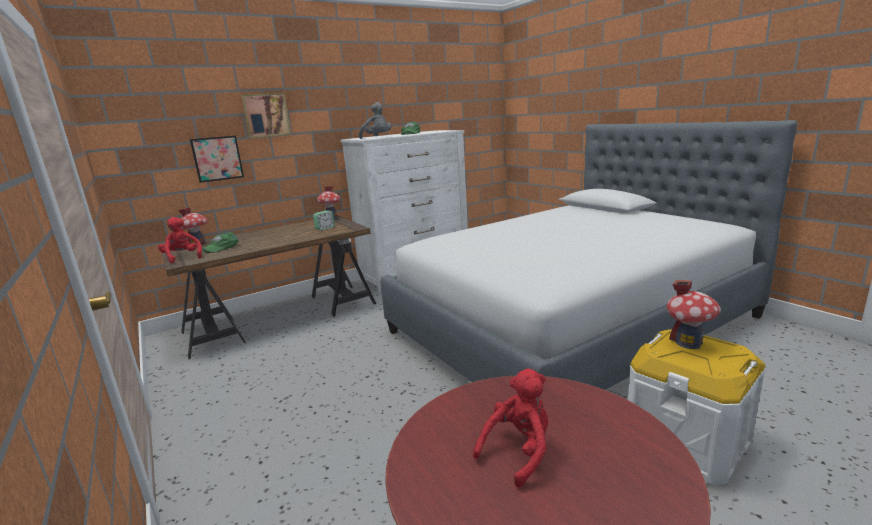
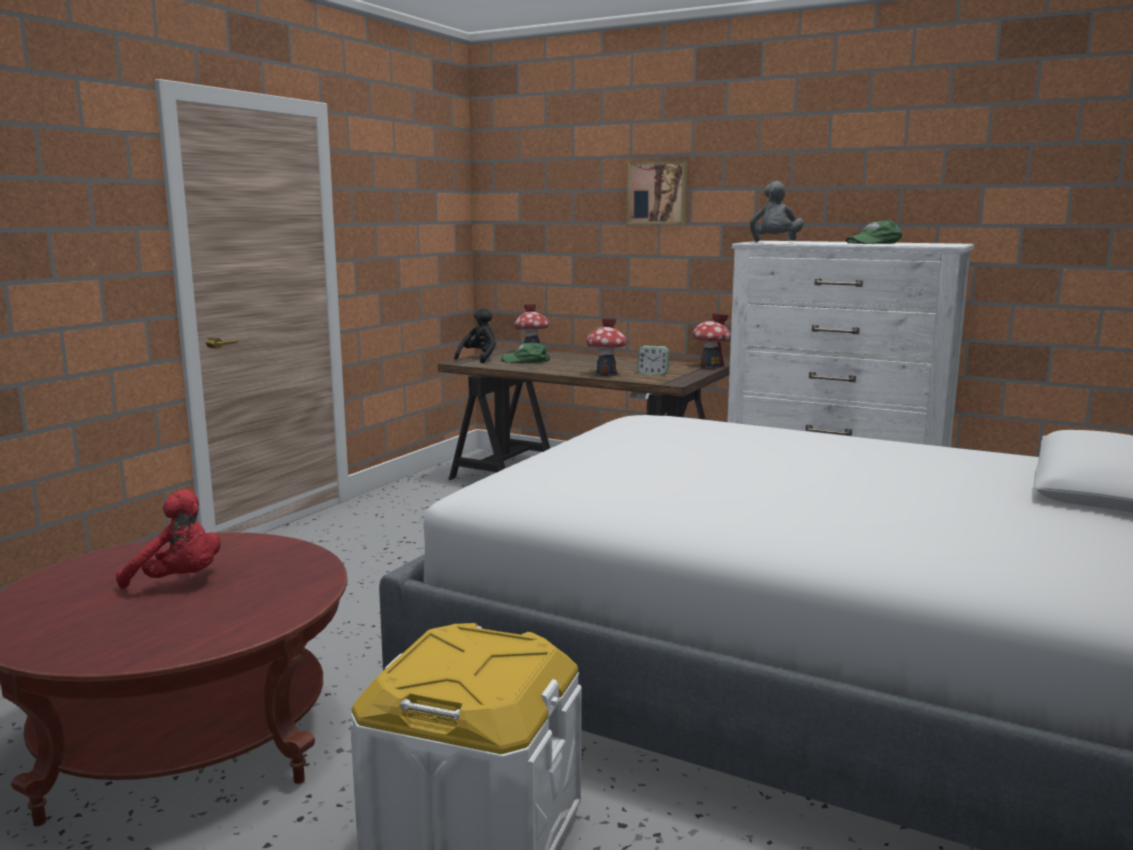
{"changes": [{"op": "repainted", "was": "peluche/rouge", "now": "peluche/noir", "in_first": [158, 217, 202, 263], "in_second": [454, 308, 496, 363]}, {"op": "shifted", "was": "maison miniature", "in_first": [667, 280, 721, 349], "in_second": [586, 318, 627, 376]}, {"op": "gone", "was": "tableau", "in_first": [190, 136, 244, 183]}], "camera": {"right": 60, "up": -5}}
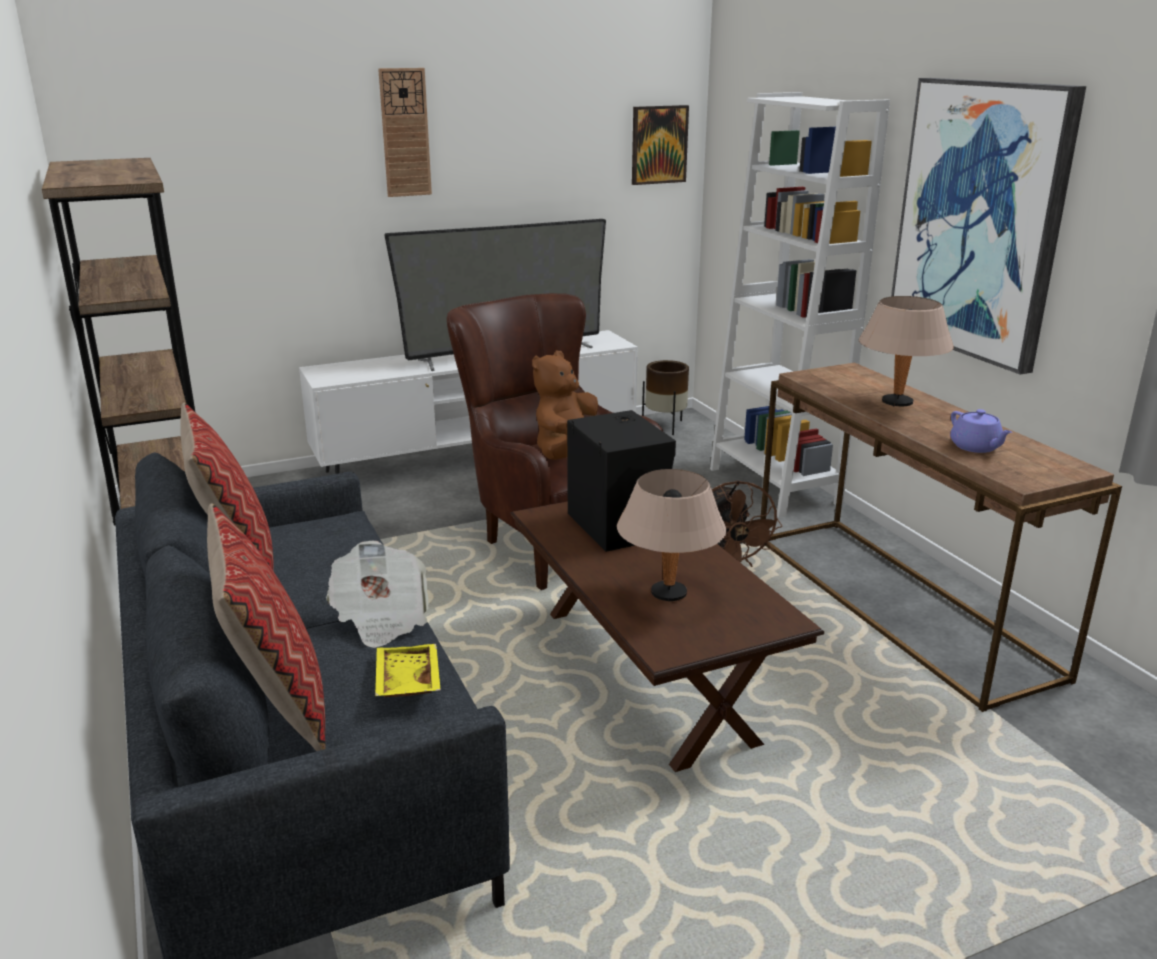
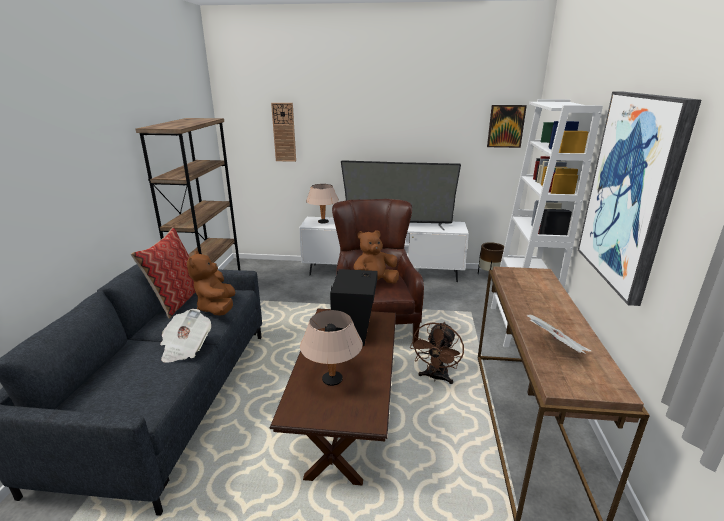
{"changes": [{"op": "new", "now": "peluche/marron", "in_second": [187, 251, 235, 315]}, {"op": "shifted", "was": "horloge murale", "in_first": [378, 68, 432, 197], "in_second": [271, 103, 296, 162]}, {"op": "shifted", "was": "lampe de table/beige", "in_first": [858, 296, 954, 407], "in_second": [306, 184, 339, 223]}, {"op": "swapped", "was": "théière/violet", "now": "journal", "in_first": [950, 409, 1012, 453], "in_second": [526, 315, 591, 354]}, {"op": "gone", "was": "coussin", "in_first": [207, 503, 326, 751]}, {"op": "gone", "was": "plateau/jaune", "in_first": [375, 644, 441, 697]}], "camera": {"right": 30, "up": 0}}
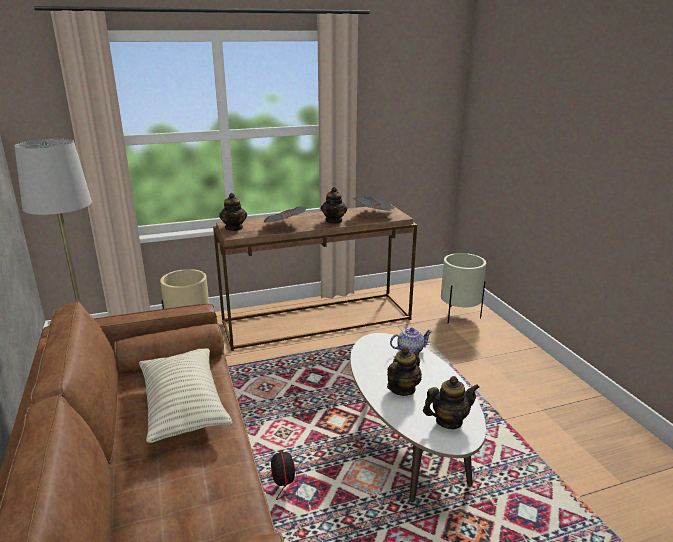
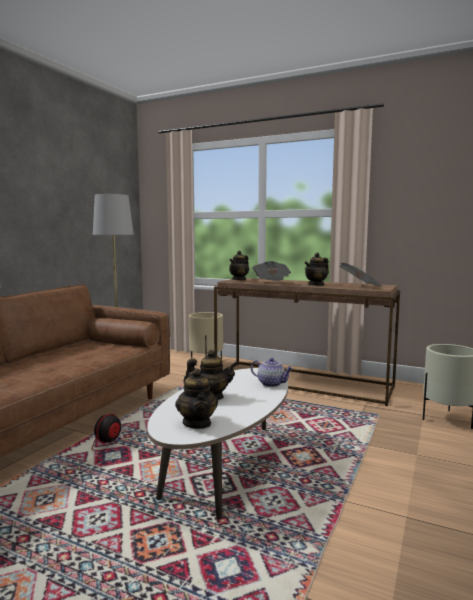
{"changes": [{"op": "rotated", "was": "théière", "in_first": [423, 376, 480, 429], "in_second": [175, 368, 218, 429], "clockwise": 45}, {"op": "gone", "was": "coussin", "in_first": [139, 348, 233, 443]}], "camera": {"right": 45, "up": -15}}
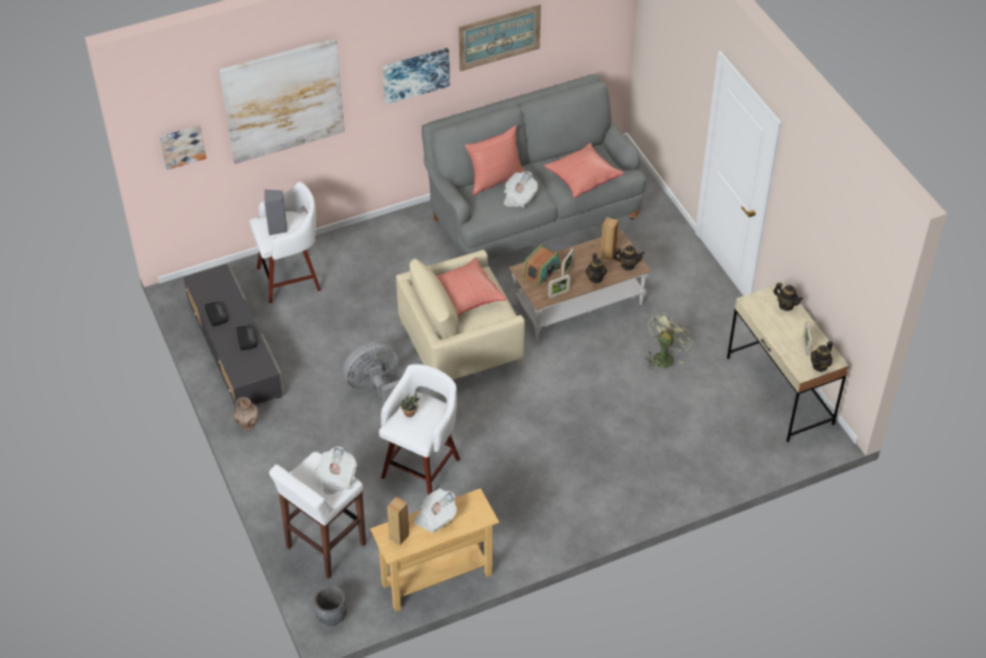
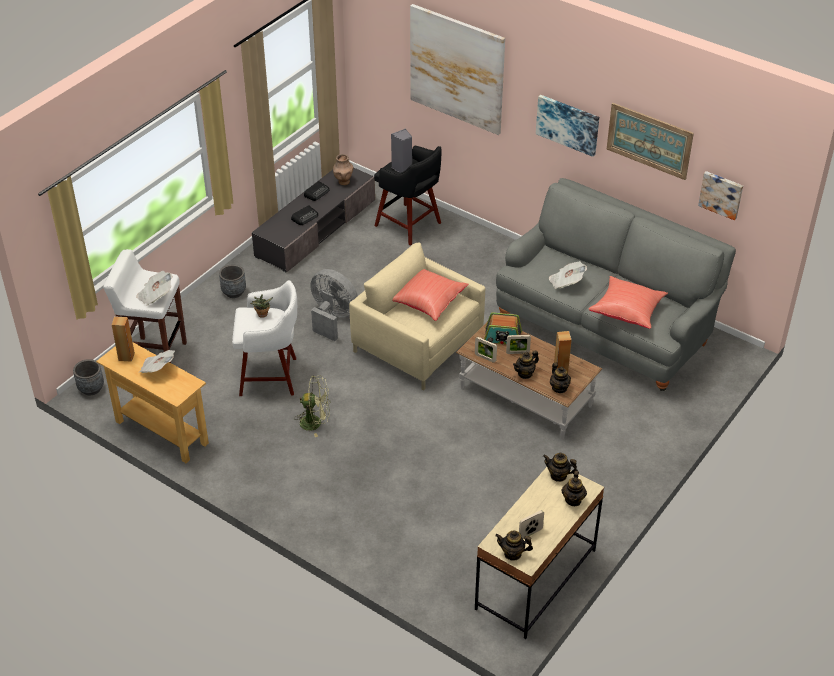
{"changes": [{"op": "new", "now": "cache-pot/gris", "in_second": [219, 265, 246, 298]}, {"op": "shifted", "was": "ventilateur/vert", "in_first": [645, 312, 693, 369], "in_second": [294, 375, 330, 437]}, {"op": "shifted", "was": "vase/marron", "in_first": [233, 397, 258, 430], "in_second": [333, 154, 354, 185]}, {"op": "repainted", "was": "tabouret/blanc", "now": "tabouret/noir", "in_first": [250, 182, 321, 303], "in_second": [374, 146, 442, 246]}, {"op": "new", "now": "théière", "in_second": [543, 452, 578, 482]}, {"op": "shifted", "was": "tableau", "in_first": [160, 125, 206, 170], "in_second": [698, 171, 743, 220]}, {"op": "gone", "was": "coussin/rouge", "in_first": [465, 125, 525, 195]}], "camera": {"right": 60, "up": -5}}
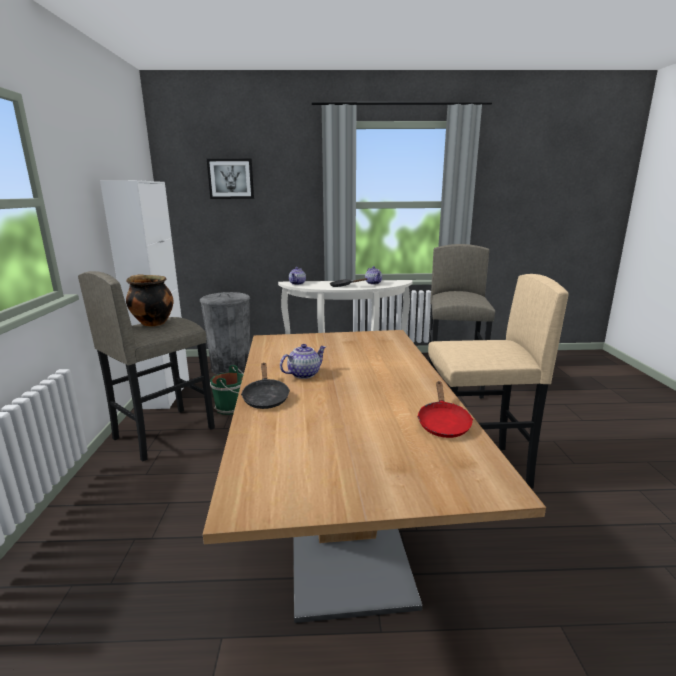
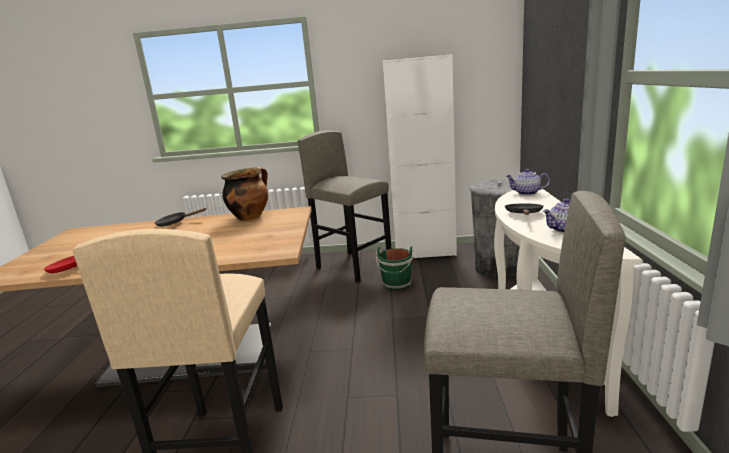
{"changes": [{"op": "shifted", "was": "marmite", "in_first": [126, 275, 174, 326], "in_second": [221, 167, 268, 221]}, {"op": "gone", "was": "tableau", "in_first": [207, 159, 254, 199]}, {"op": "gone", "was": "théière", "in_first": [280, 344, 326, 379]}], "camera": {"right": 95, "up": 0}}
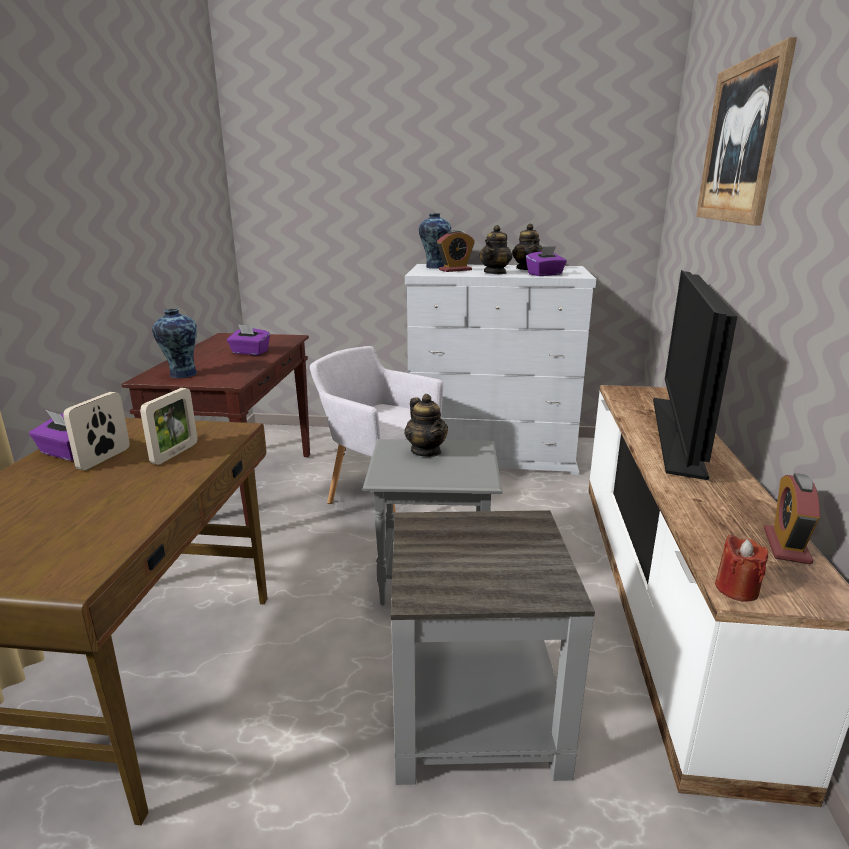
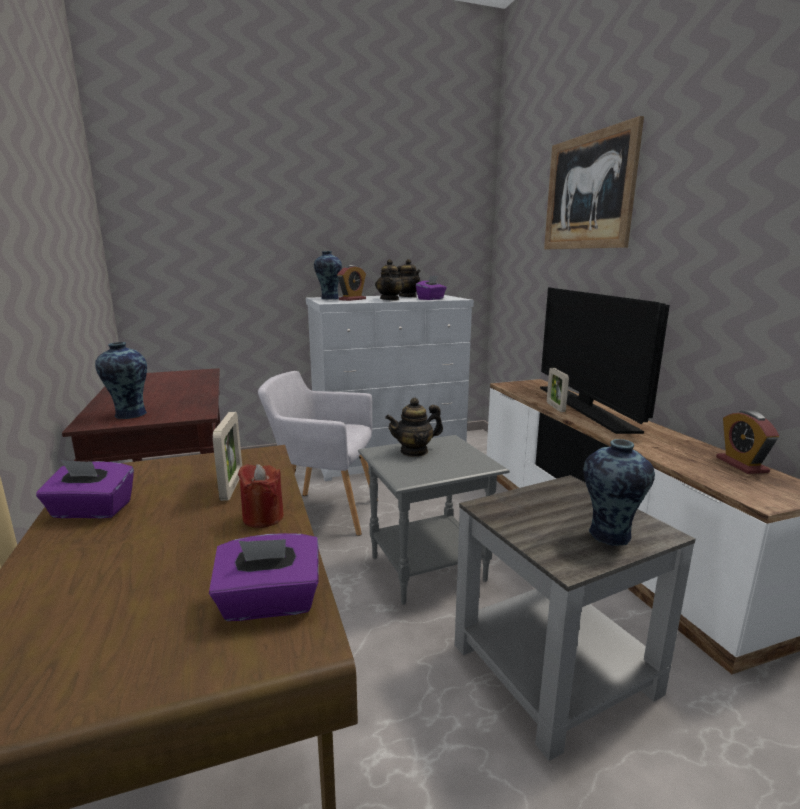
{"changes": [{"op": "shifted", "was": "boîte à mouchoirs/violet", "in_first": [227, 324, 270, 355], "in_second": [209, 533, 319, 621]}, {"op": "shifted", "was": "bougie/rouge", "in_first": [715, 534, 768, 602], "in_second": [238, 464, 284, 528]}, {"op": "rotated", "was": "théière", "in_first": [405, 394, 448, 457], "in_second": [385, 398, 443, 457], "clockwise": 120}, {"op": "shifted", "was": "cadre photo", "in_first": [63, 392, 130, 470], "in_second": [547, 368, 569, 412]}, {"op": "new", "now": "vase", "in_second": [583, 439, 655, 546]}], "camera": {"right": -25, "up": -5}}
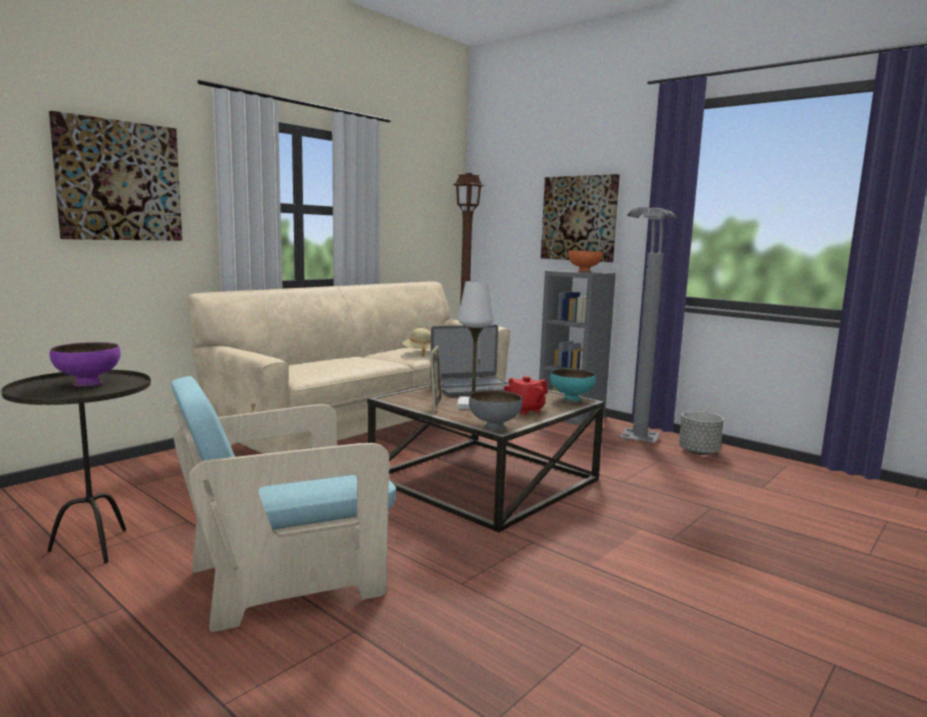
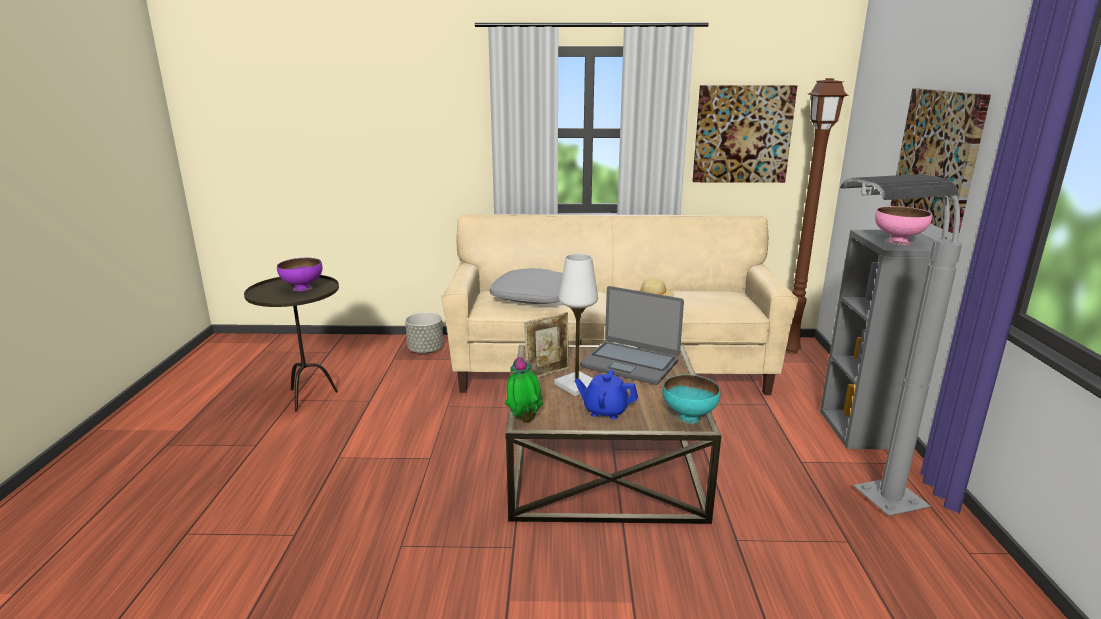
{"changes": [{"op": "shifted", "was": "cache-pot/gris", "in_first": [679, 411, 724, 455], "in_second": [405, 312, 444, 354]}, {"op": "new", "now": "coussin/gris", "in_second": [490, 268, 563, 304]}, {"op": "swapped", "was": "bol/gris", "now": "plante en pot", "in_first": [469, 390, 522, 431], "in_second": [505, 357, 543, 422]}, {"op": "repainted", "was": "théière/rouge", "now": "théière/bleu", "in_first": [504, 376, 548, 415], "in_second": [575, 370, 638, 419]}, {"op": "shifted", "was": "tableau", "in_first": [49, 111, 182, 241], "in_second": [693, 85, 797, 183]}, {"op": "repainted", "was": "bol/orange", "now": "bol/rose", "in_first": [568, 250, 603, 273], "in_second": [875, 206, 932, 245]}, {"op": "gone", "was": "fauteuil/turquoise", "in_first": [171, 376, 396, 632]}], "camera": {"right": 50, "up": 10}}
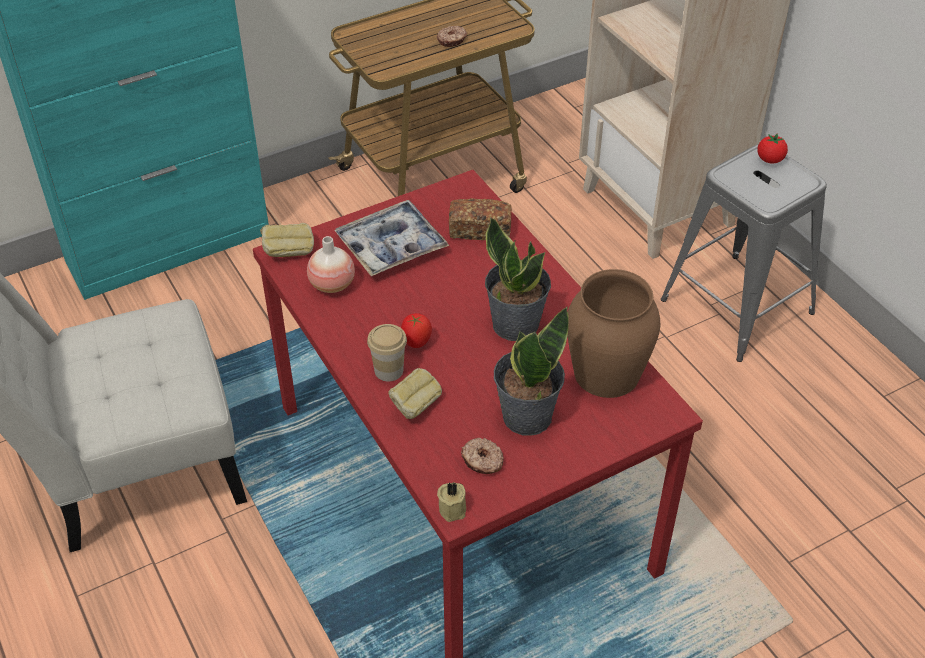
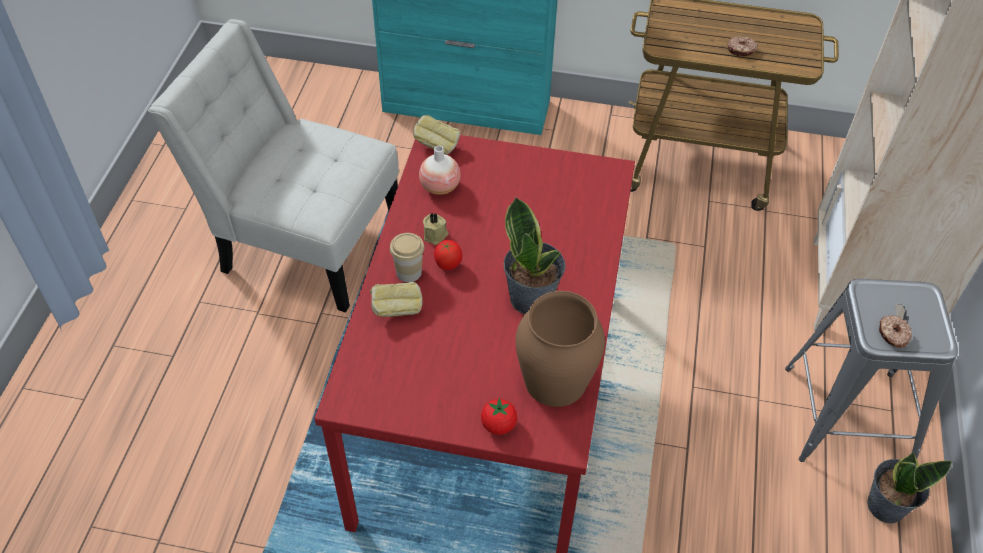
{"changes": [{"op": "shifted", "was": "bougie/beige", "in_first": [437, 482, 466, 522], "in_second": [423, 213, 448, 245]}, {"op": "shifted", "was": "tomate", "in_first": [758, 133, 788, 164], "in_second": [481, 398, 517, 435]}, {"op": "shifted", "was": "plante en pot", "in_first": [494, 307, 569, 436], "in_second": [867, 452, 953, 523]}, {"op": "shifted", "was": "beignet", "in_first": [461, 438, 504, 474], "in_second": [879, 315, 912, 348]}, {"op": "gone", "was": "plateau", "in_first": [334, 200, 449, 276]}, {"op": "gone", "was": "pain", "in_first": [449, 198, 512, 240]}], "camera": {"right": 40, "up": 5}}
